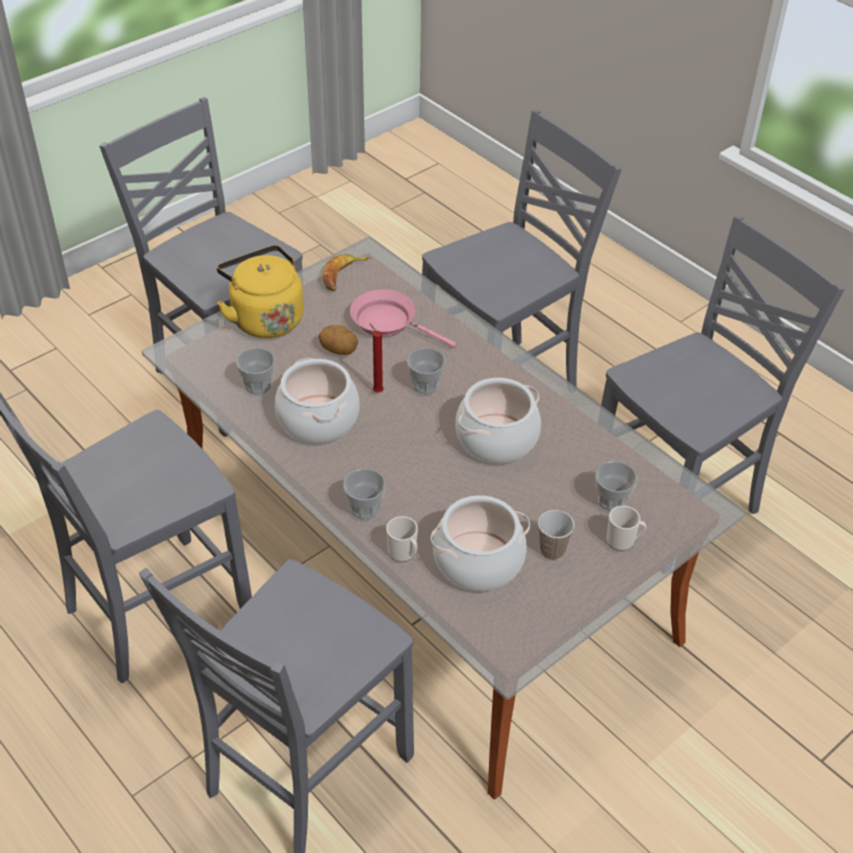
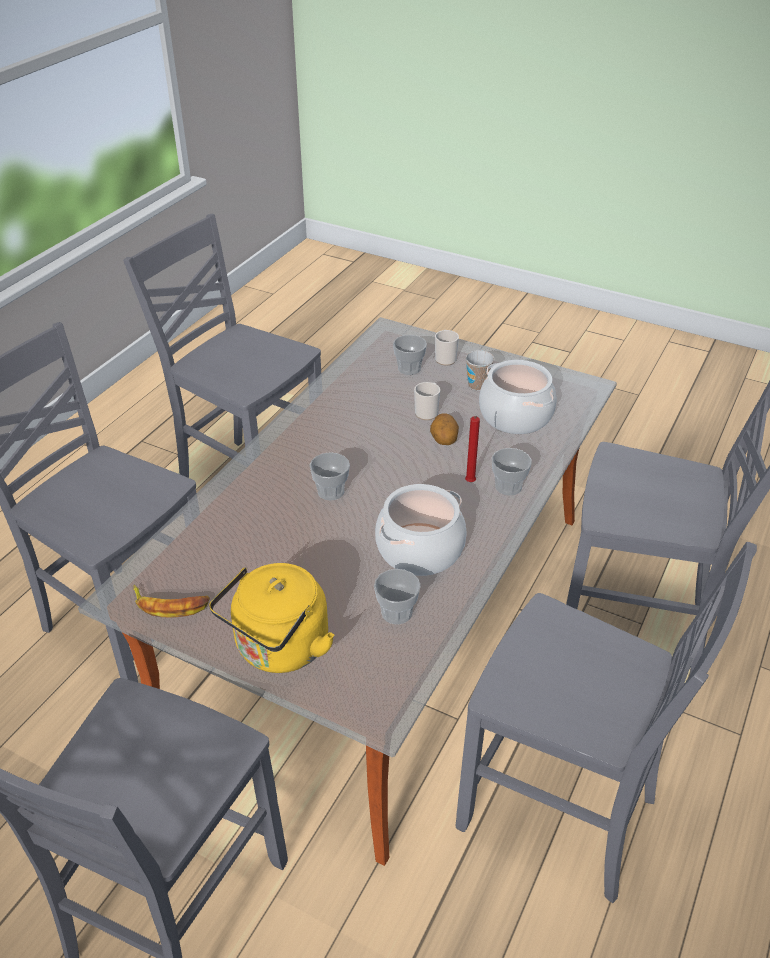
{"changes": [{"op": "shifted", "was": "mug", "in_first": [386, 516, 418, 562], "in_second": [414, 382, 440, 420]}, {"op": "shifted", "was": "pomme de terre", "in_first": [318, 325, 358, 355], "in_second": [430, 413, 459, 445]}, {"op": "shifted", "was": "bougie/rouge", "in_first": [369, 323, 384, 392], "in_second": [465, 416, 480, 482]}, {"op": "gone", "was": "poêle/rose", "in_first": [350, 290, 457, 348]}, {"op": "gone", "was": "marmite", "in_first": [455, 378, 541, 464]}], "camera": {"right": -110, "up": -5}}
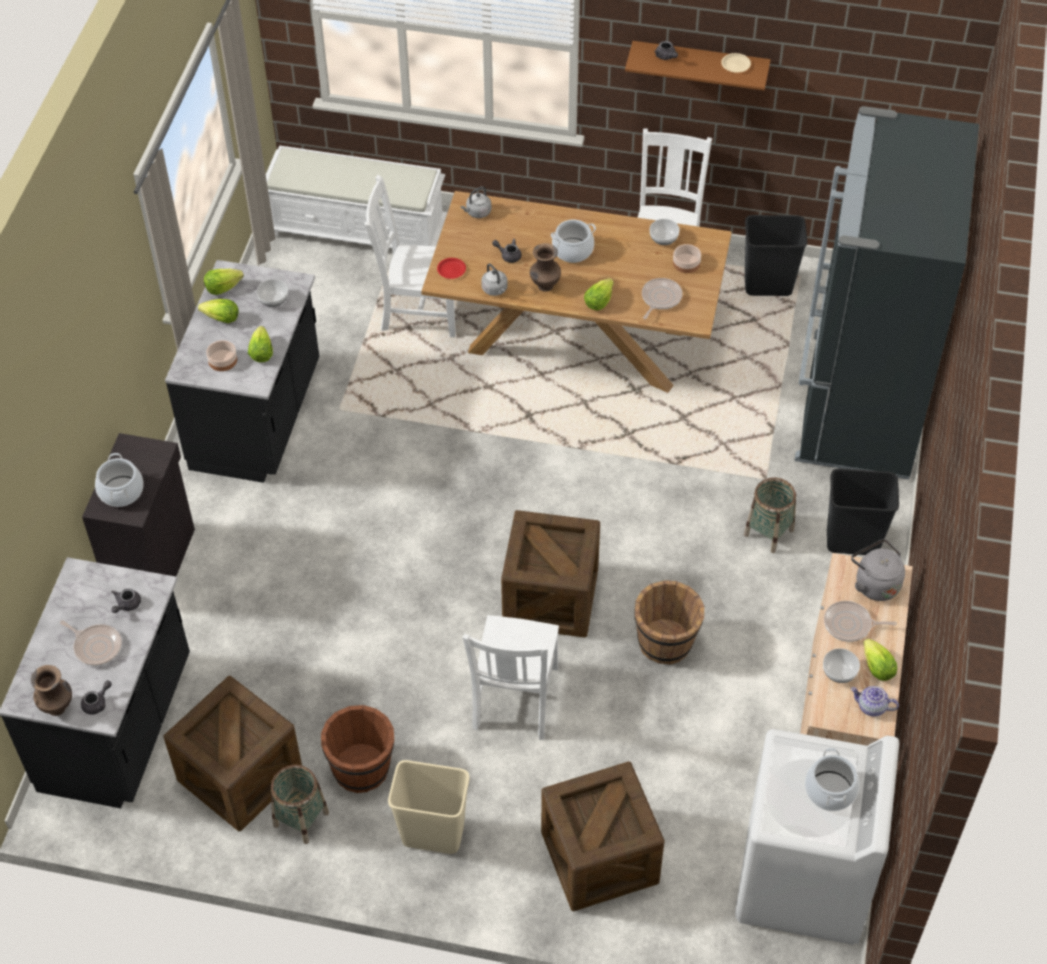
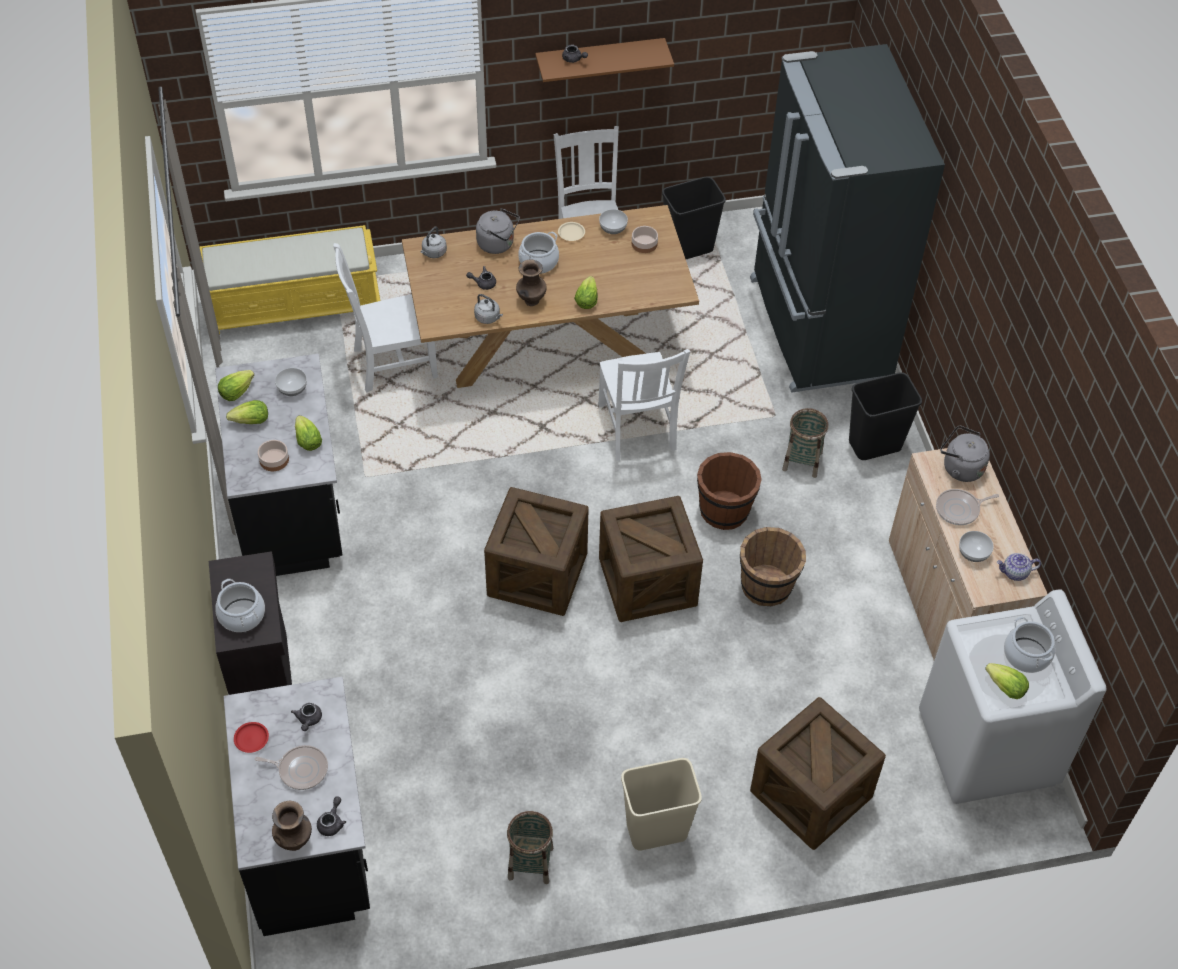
{"changes": [{"op": "repainted", "was": "banc/blanc", "now": "banc/jaune", "in_first": [266, 145, 447, 248], "in_second": [199, 225, 380, 334]}, {"op": "shifted", "was": "assiette/rouge", "in_first": [437, 258, 466, 279], "in_second": [234, 722, 269, 753]}, {"op": "new", "now": "bouilloire/gris", "in_second": [476, 208, 520, 254]}, {"op": "shifted", "was": "caisse", "in_first": [164, 676, 302, 831], "in_second": [484, 487, 589, 616]}, {"op": "shifted", "was": "assiette/beige", "in_first": [721, 53, 751, 73], "in_second": [558, 222, 585, 241]}, {"op": "shifted", "was": "chaise/blanc", "in_first": [462, 615, 559, 740], "in_second": [598, 349, 690, 461]}, {"op": "shifted", "was": "seau/marron", "in_first": [321, 705, 394, 793], "in_second": [697, 452, 762, 530]}, {"op": "shifted", "was": "laitue", "in_first": [863, 639, 897, 681], "in_second": [985, 663, 1029, 699]}, {"op": "gone", "was": "poêle", "in_first": [642, 278, 683, 319]}], "camera": {"right": -25, "up": 0}}
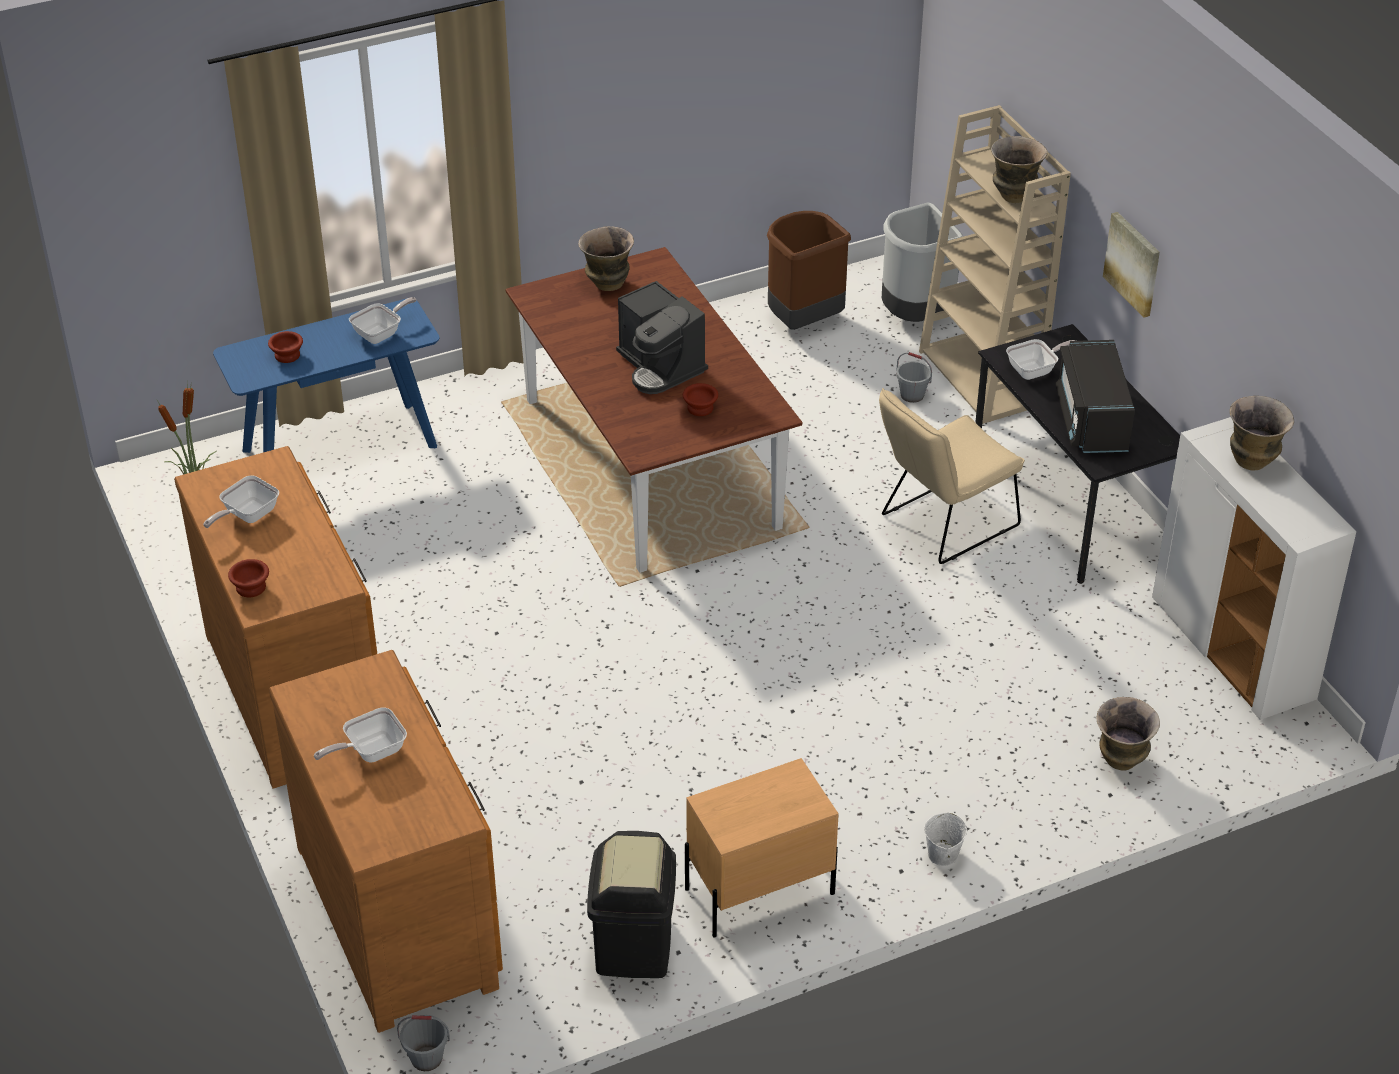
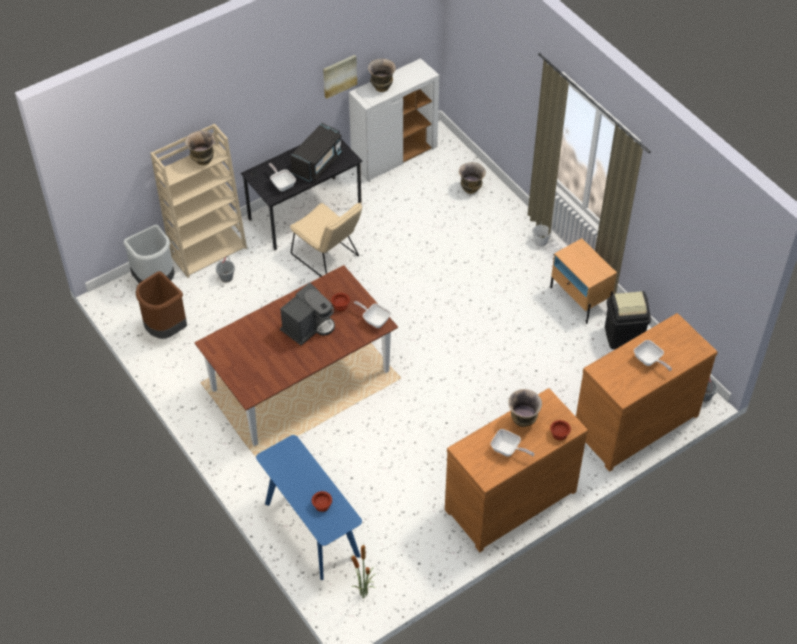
{"changes": [{"op": "rotated", "was": "micro-ondes/noir", "in_first": [1055, 340, 1135, 453], "in_second": [290, 123, 342, 182], "clockwise": -45}, {"op": "shifted", "was": "tableau", "in_first": [1103, 212, 1160, 318], "in_second": [323, 55, 357, 99]}, {"op": "shifted", "was": "poêle", "in_first": [349, 297, 417, 344], "in_second": [354, 301, 391, 328]}, {"op": "shifted", "was": "vase", "in_first": [578, 226, 634, 291], "in_second": [508, 389, 542, 427]}], "camera": {"right": -100, "up": 10}}
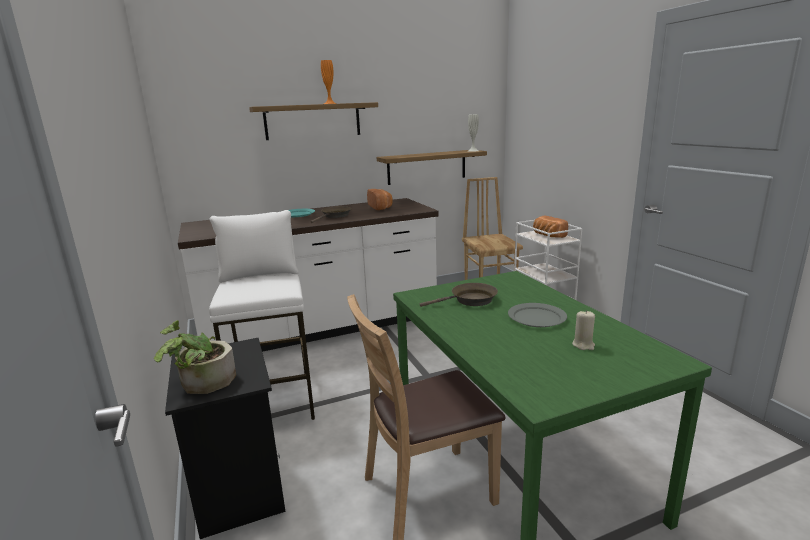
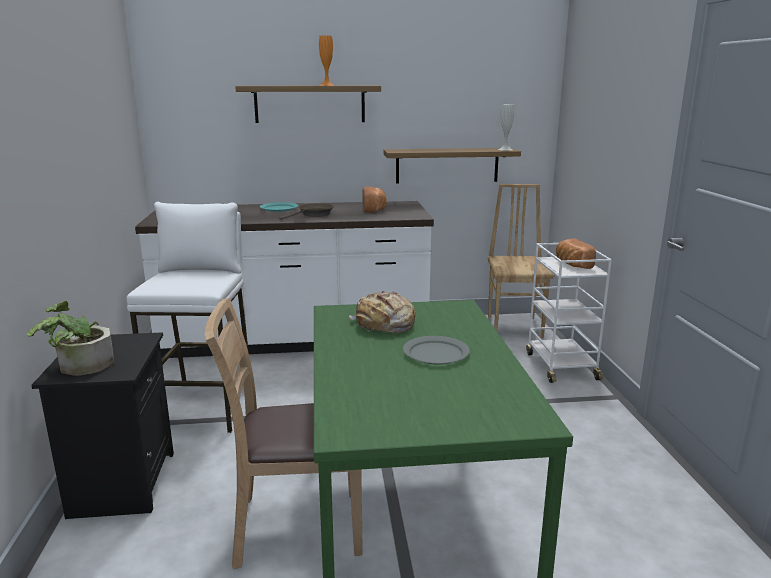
{"changes": [{"op": "swapped", "was": "poêle/marron", "now": "pain", "in_first": [420, 283, 498, 307], "in_second": [349, 291, 415, 333]}, {"op": "gone", "was": "bougie/beige", "in_first": [572, 310, 595, 350]}], "camera": {"right": 15, "up": 0}}
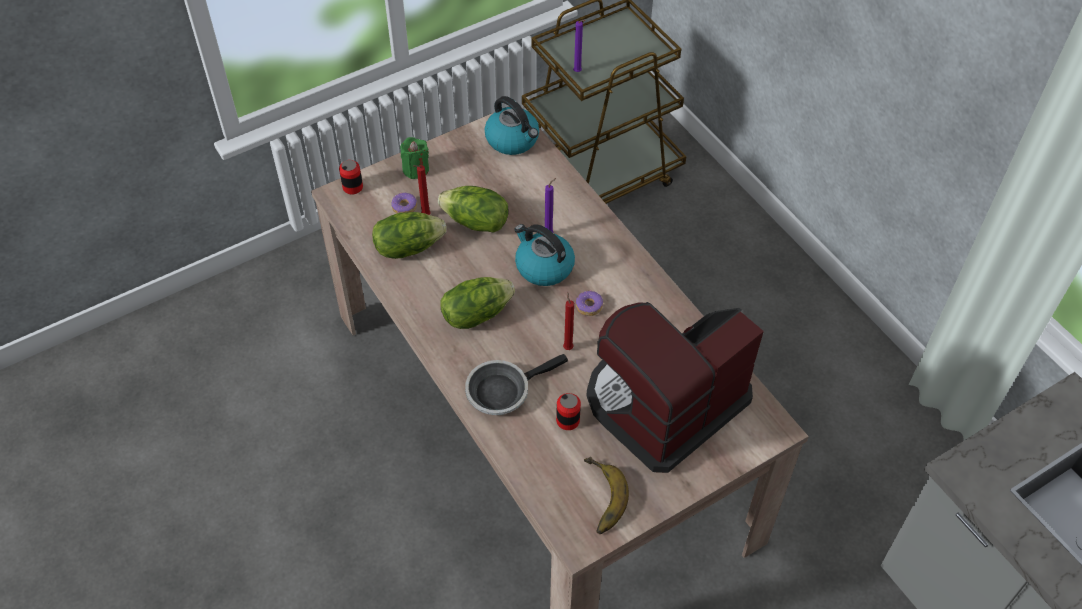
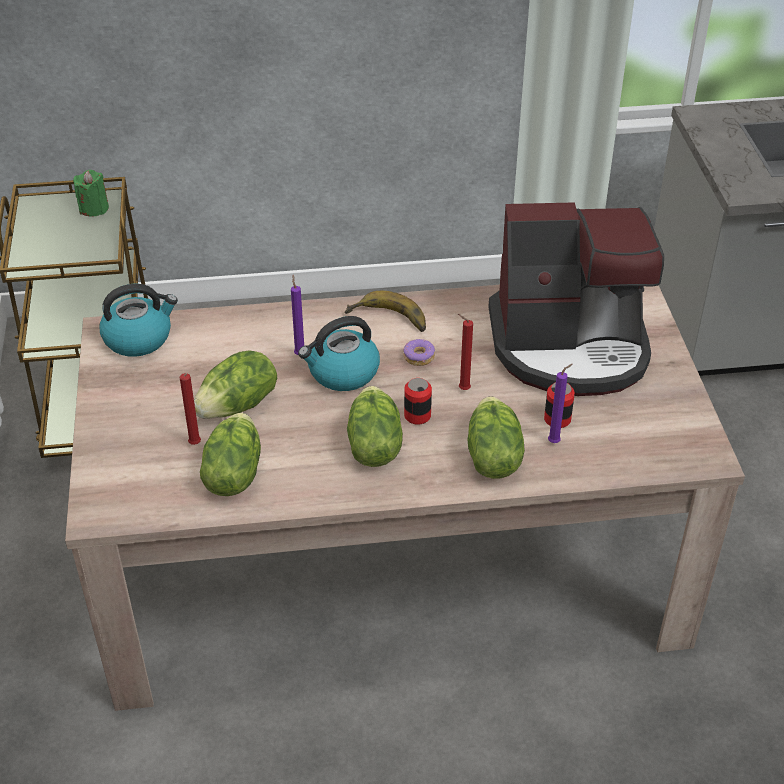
{"changes": [{"op": "shifted", "was": "bougie/vert", "in_first": [400, 137, 429, 179], "in_second": [73, 170, 109, 217]}, {"op": "shifted", "was": "banane", "in_first": [584, 457, 629, 534], "in_second": [344, 291, 426, 332]}, {"op": "shifted", "was": "boîte métallique", "in_first": [339, 160, 363, 195], "in_second": [404, 378, 432, 425]}, {"op": "swapped", "was": "poêle", "now": "laitue", "in_first": [465, 354, 568, 415], "in_second": [468, 396, 525, 479]}, {"op": "rotated", "was": "machine à café", "in_first": [586, 302, 764, 473], "in_second": [488, 202, 664, 396], "clockwise": -75}, {"op": "shifted", "was": "bougie/violet", "in_first": [573, 20, 586, 72], "in_second": [548, 364, 573, 443]}, {"op": "gone", "was": "beignet", "in_first": [391, 193, 417, 214]}], "camera": {"right": -65, "up": -10}}
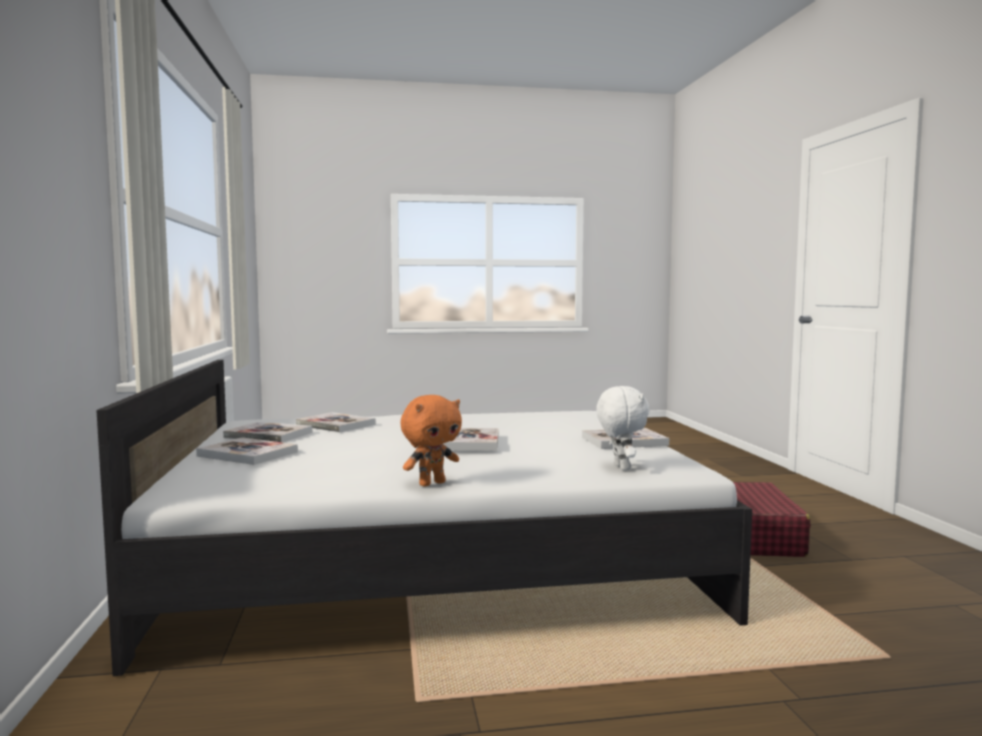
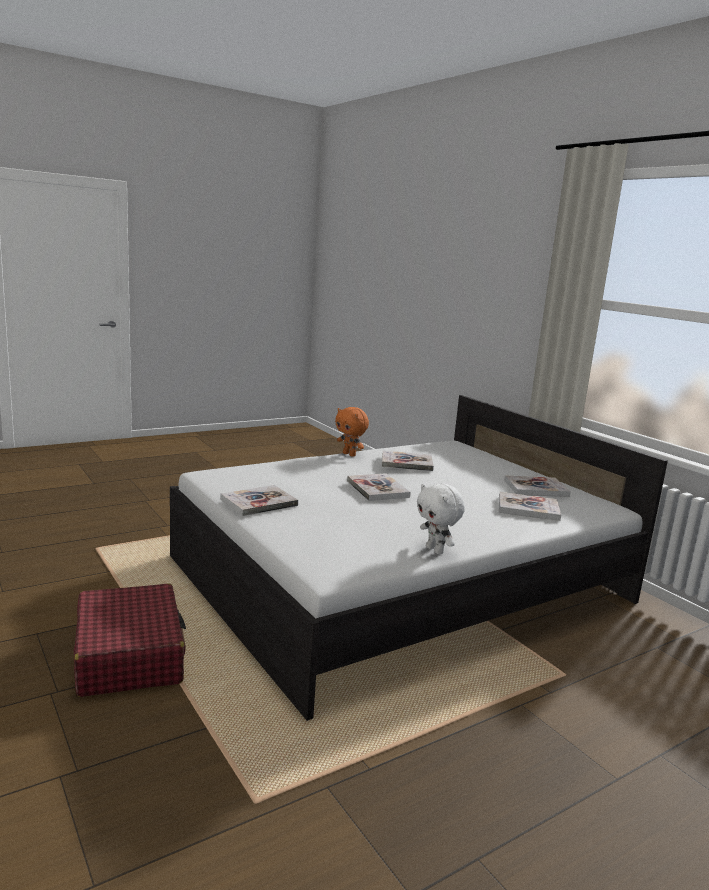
{"changes": [{"op": "rotated", "was": "peluche/orange", "in_first": [401, 395, 462, 486], "in_second": [335, 407, 369, 457], "clockwise": -75}, {"op": "shifted", "was": "livre", "in_first": [196, 437, 298, 465], "in_second": [382, 450, 434, 471]}, {"op": "shifted", "was": "peluche/blanc", "in_first": [596, 386, 650, 471], "in_second": [417, 484, 465, 554]}], "camera": {"right": 155, "up": 10}}
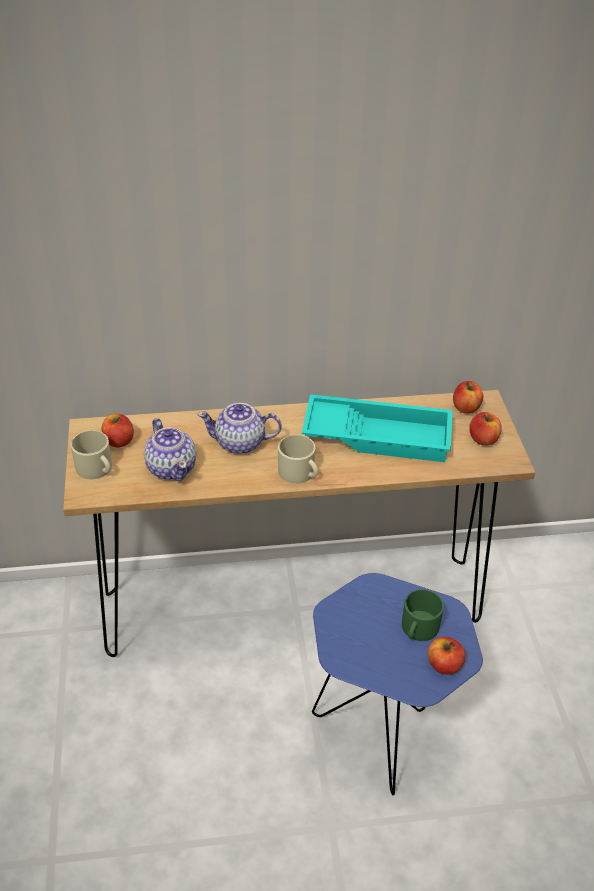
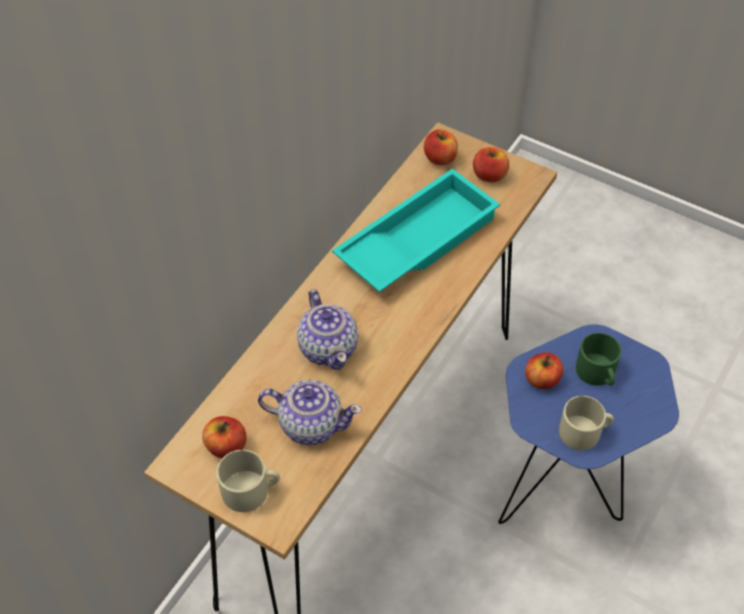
{"changes": [{"op": "rotated", "was": "théière", "in_first": [197, 403, 282, 454], "in_second": [297, 289, 359, 370], "clockwise": -60}, {"op": "shifted", "was": "pomme", "in_first": [428, 637, 465, 674], "in_second": [525, 353, 563, 389]}, {"op": "shifted", "was": "mug/beige", "in_first": [278, 435, 318, 484], "in_second": [559, 396, 614, 451]}], "camera": {"right": -50, "up": 10}}
